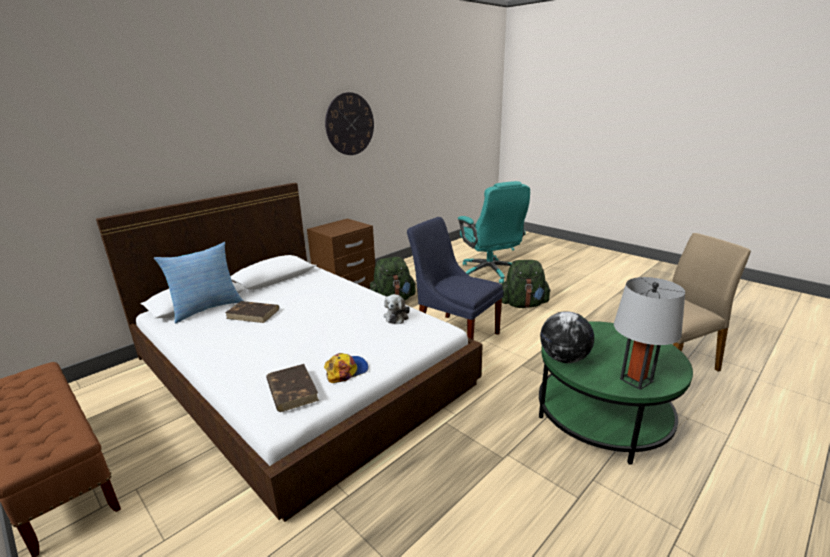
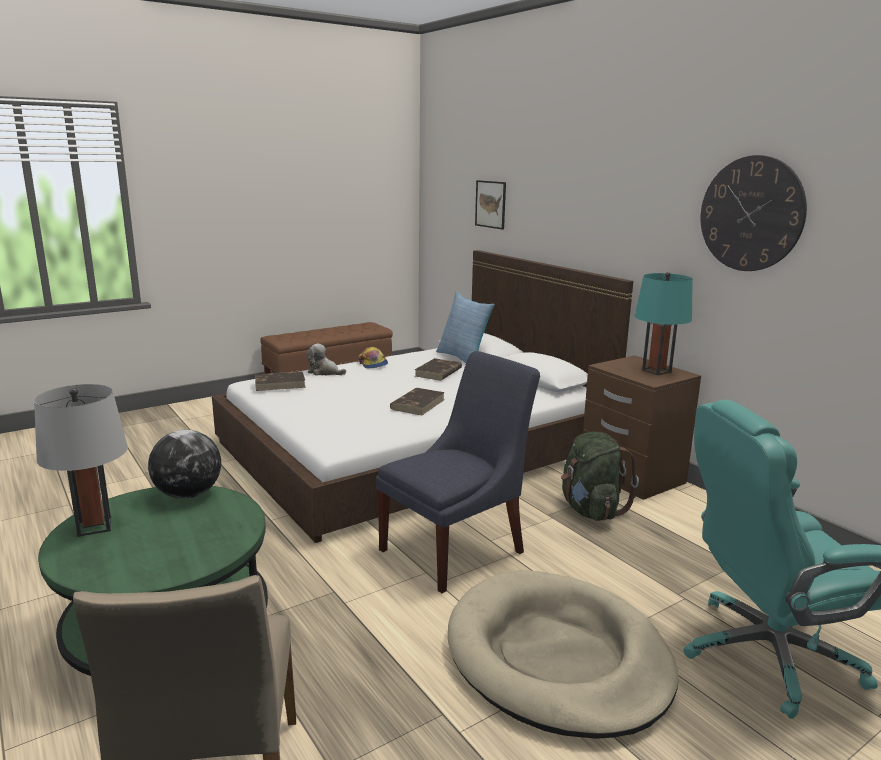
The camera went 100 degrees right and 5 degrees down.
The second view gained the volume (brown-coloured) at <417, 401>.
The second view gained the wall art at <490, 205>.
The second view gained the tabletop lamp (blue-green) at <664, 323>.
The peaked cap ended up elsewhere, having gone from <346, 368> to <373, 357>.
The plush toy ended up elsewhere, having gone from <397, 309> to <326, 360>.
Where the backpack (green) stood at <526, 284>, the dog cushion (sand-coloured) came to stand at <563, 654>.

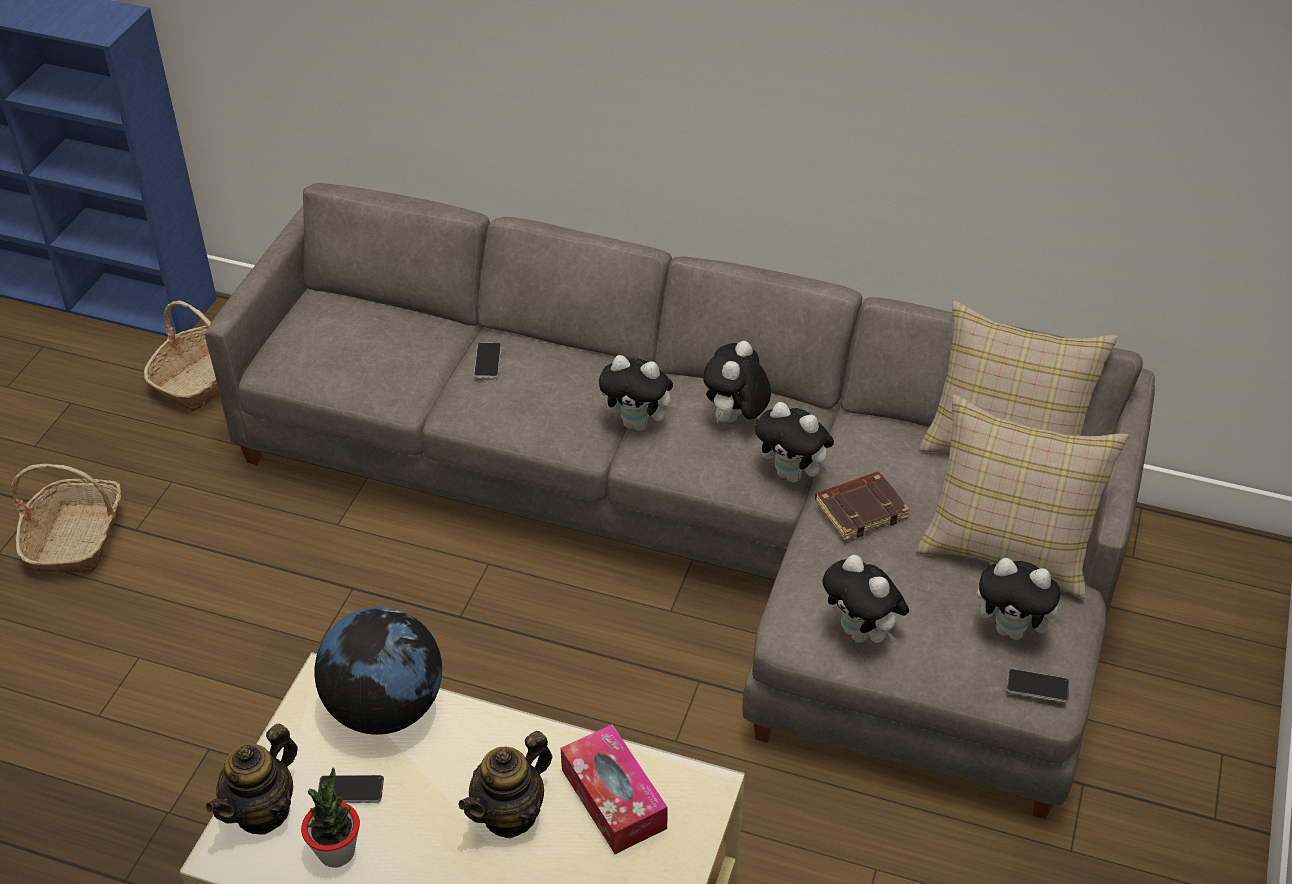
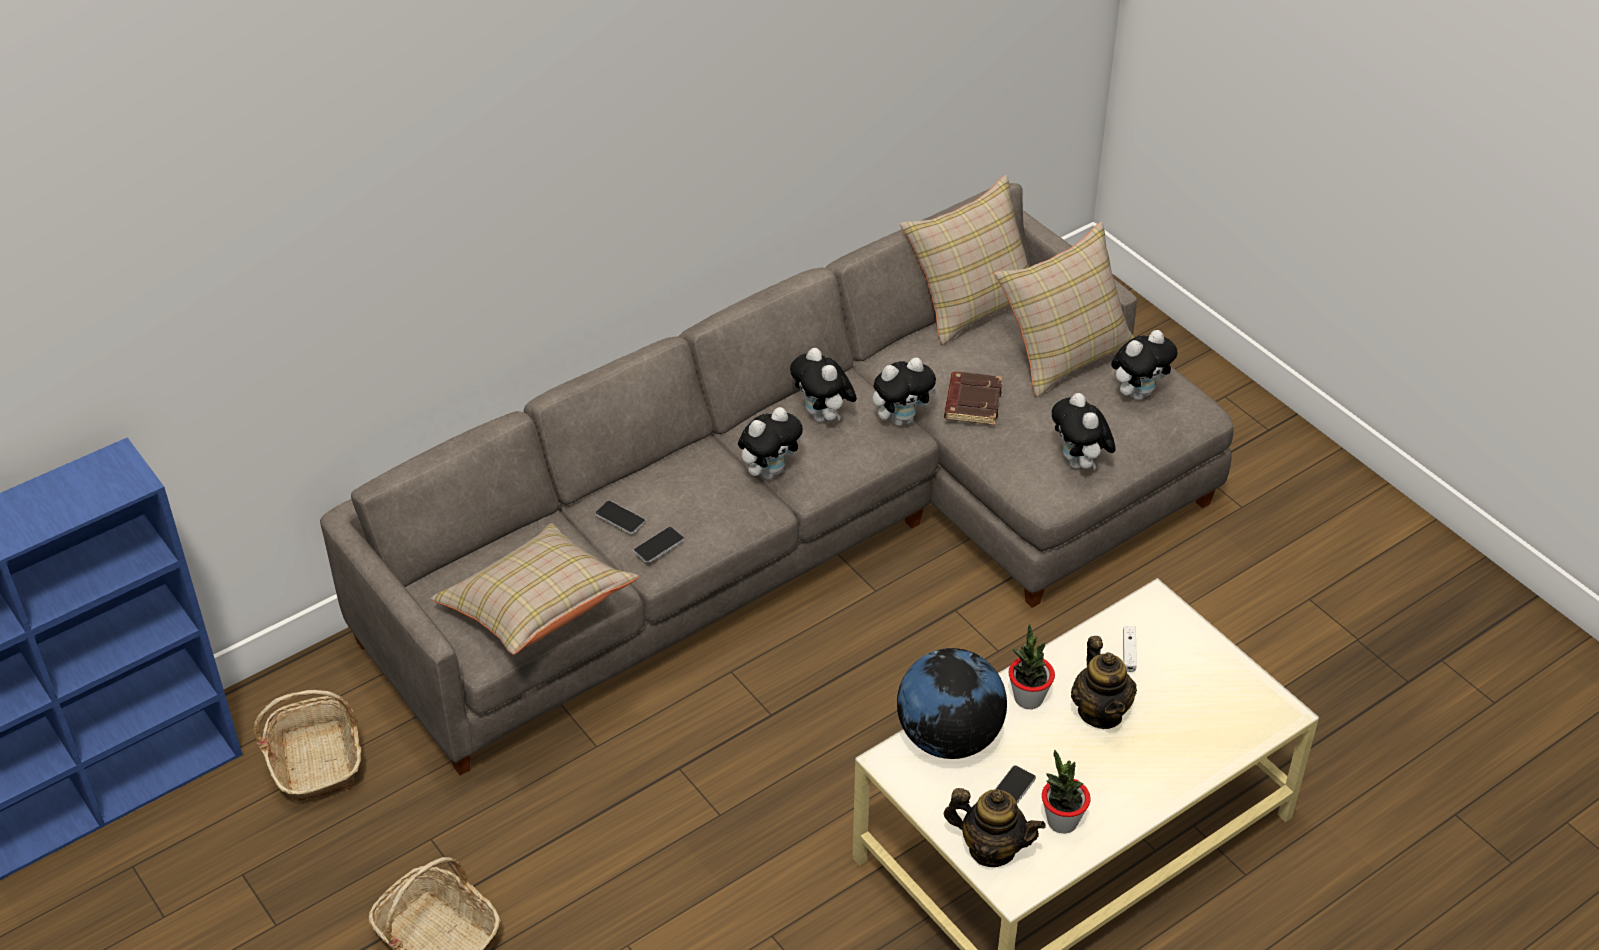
The camera went 55 degrees left and 0 degrees up.
The second view gained the throw pillow (sand-coloured) at <534, 589>.
The second view gained the plant in a pot at <1031, 666>.
The handset ended up elsewhere, having gone from <1038, 685> to <658, 545>.
Where the tissue box stood at <614, 789>, the game controller (white) came to stand at <1130, 649>.
The tea pot at <252, 779> ended up facing another way, 45 degrees counterclockwise from before.
The plush toy at <865, 599> ended up facing another way, 75 degrees clockwise from before.

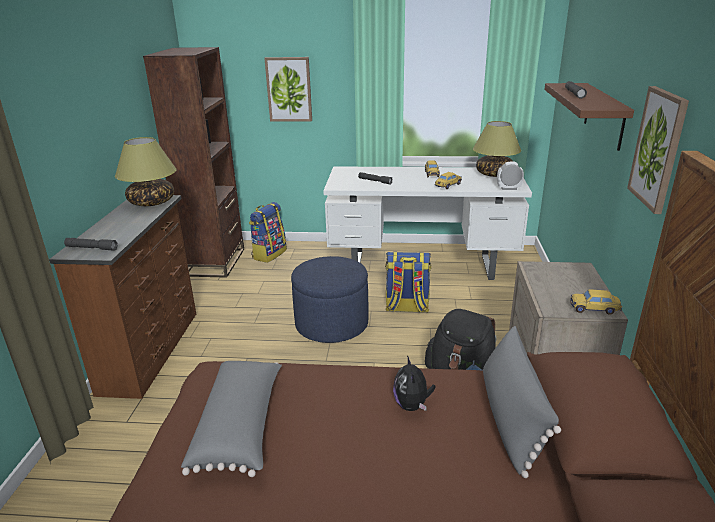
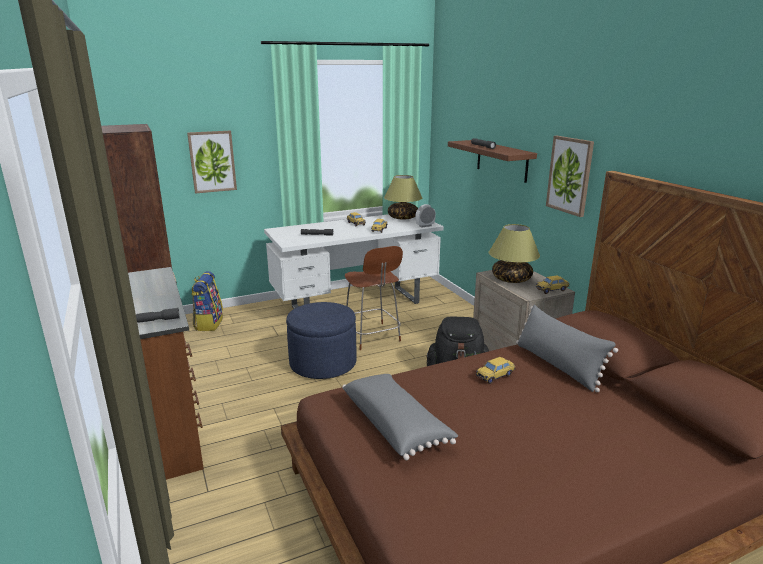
The camera went 30 degrees left and 5 degrees down.
The tabletop lamp ended up elsewhere, having gone from <146, 171> to <514, 253>.
Where the backpack stood at <408, 282>, the plain chair (brown-coloured) came to stand at <374, 298>.
Where the plush toy stood at <414, 383>, the miniature car came to stand at <495, 370>.

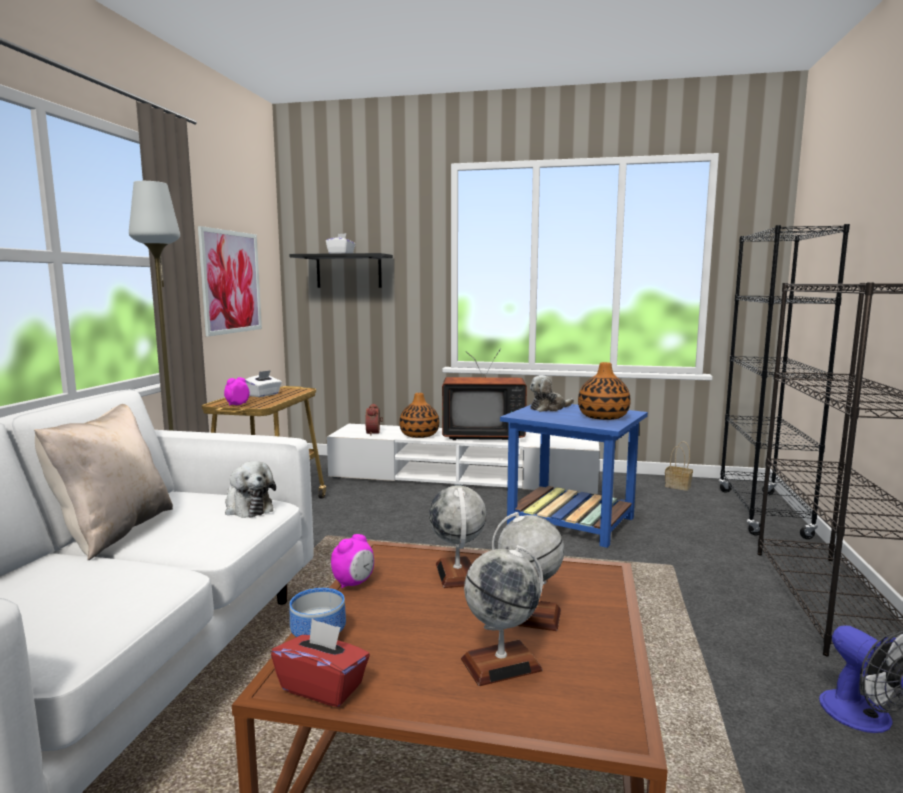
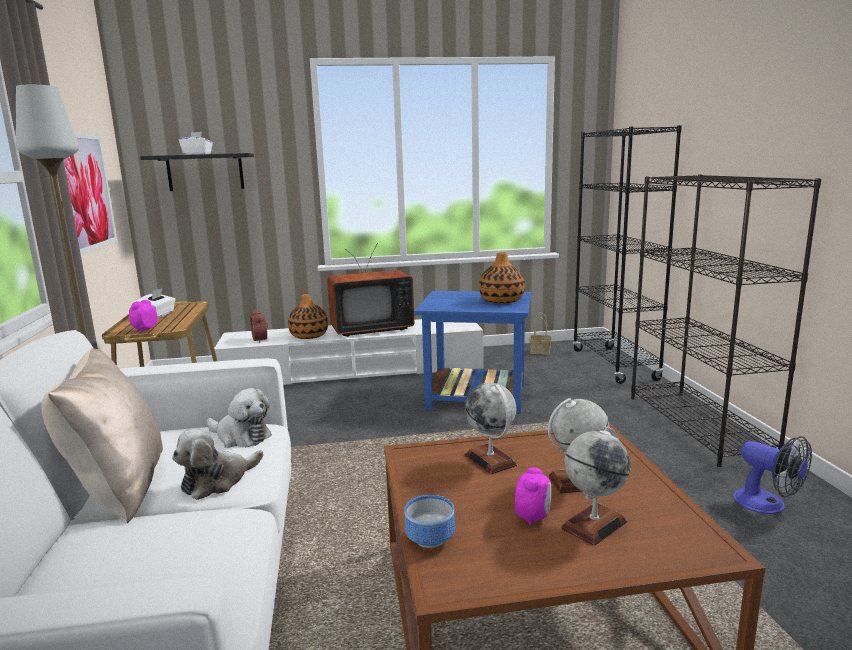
The camera went 20 degrees left and 5 degrees up.
The second view lost the tissue box (red) at <320, 663>.
The table clock ended up elsewhere, having gone from <352, 561> to <533, 496>.
The plush toy ended up elsewhere, having gone from <552, 393> to <217, 464>.

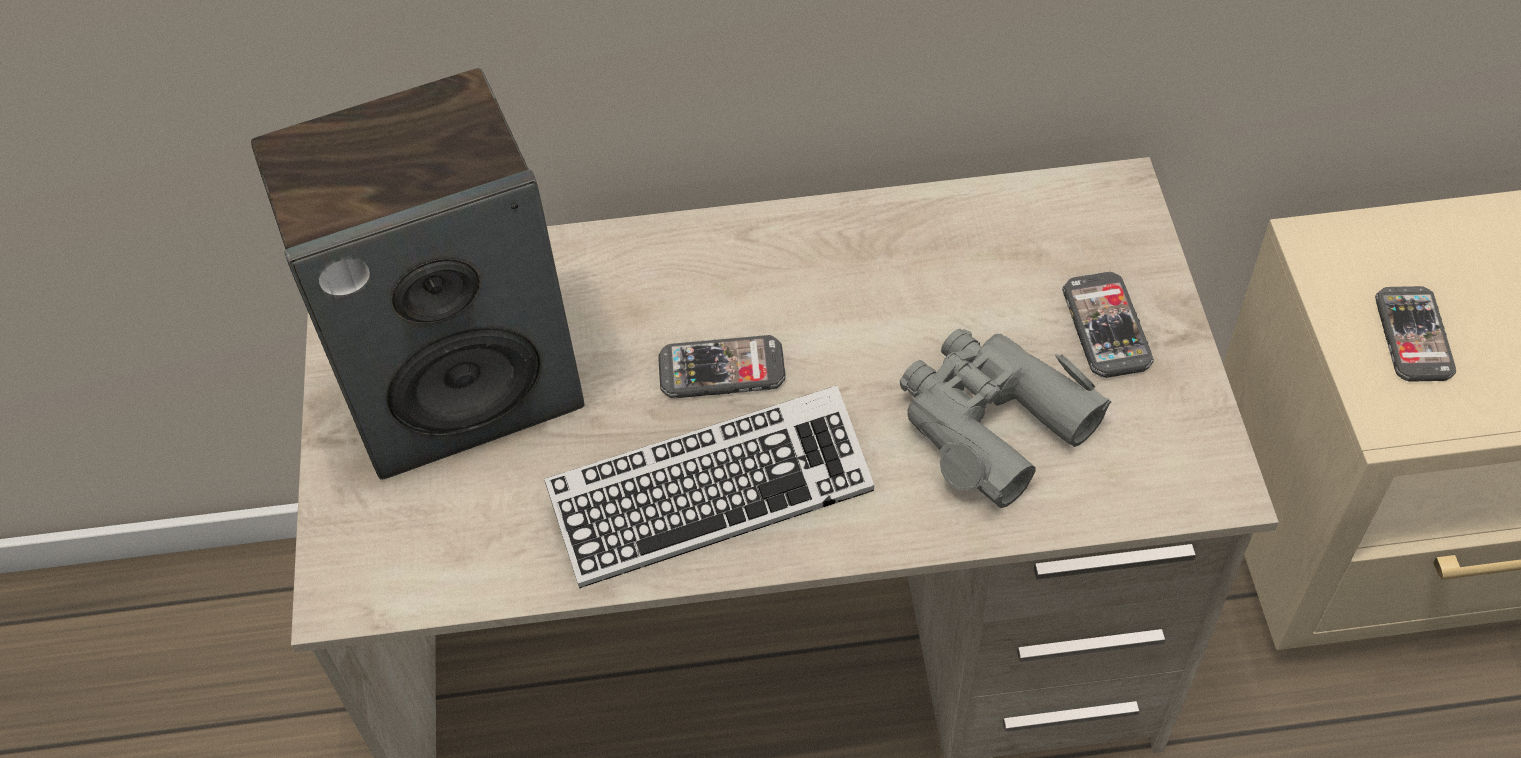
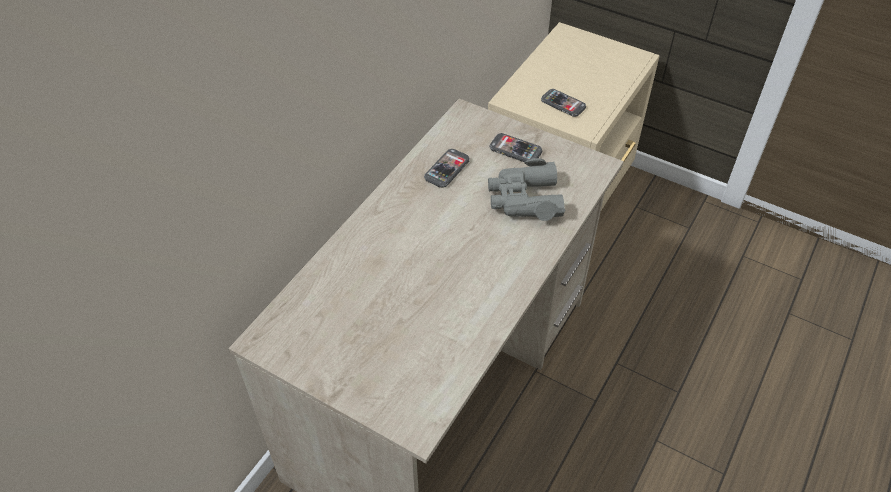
The camera went 55 degrees left and 5 degrees down.
The second view lost the audio speaker at <417, 274>.
The second view lost the keyboard at <709, 486>.
The handset ended up elsewhere, having gone from <722, 366> to <447, 168>.

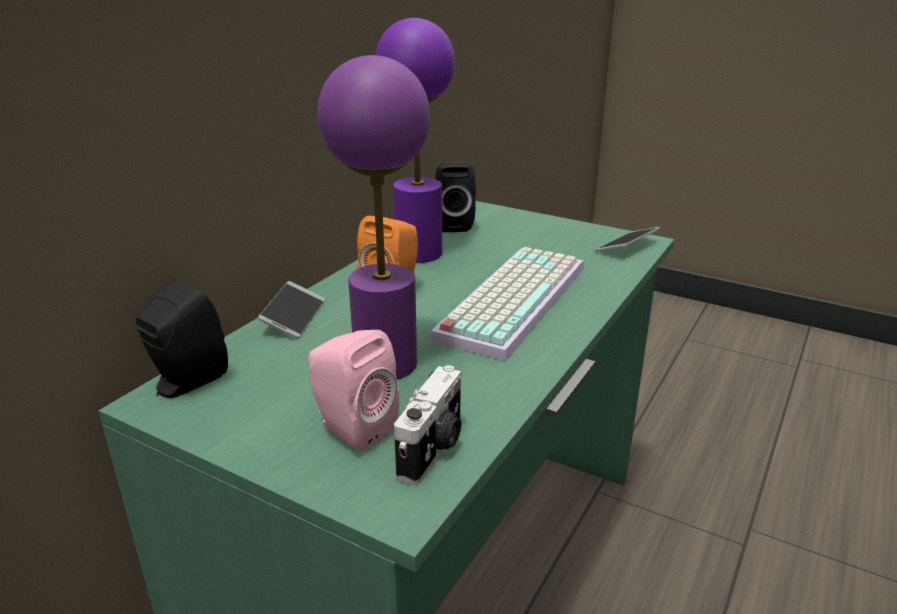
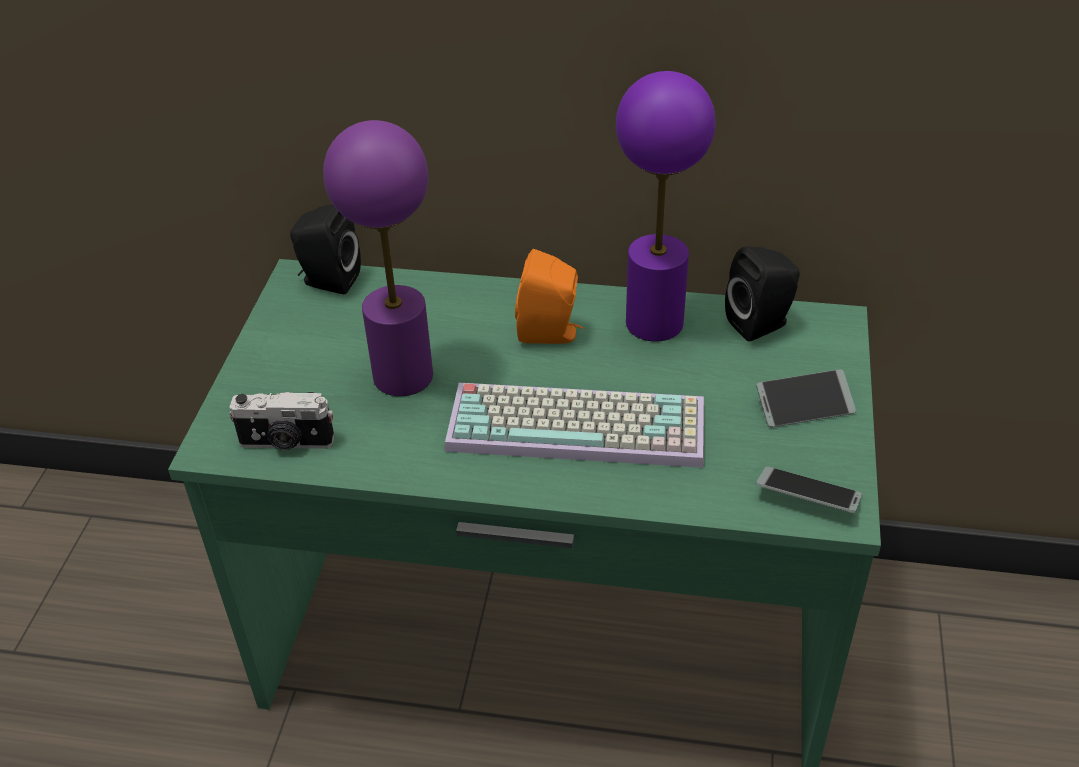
The camera went 70 degrees right and 15 degrees up.
The second view lost the audio speaker (pink-coloured) at <353, 391>.
The handset ended up elsewhere, having gone from <291, 309> to <806, 398>.

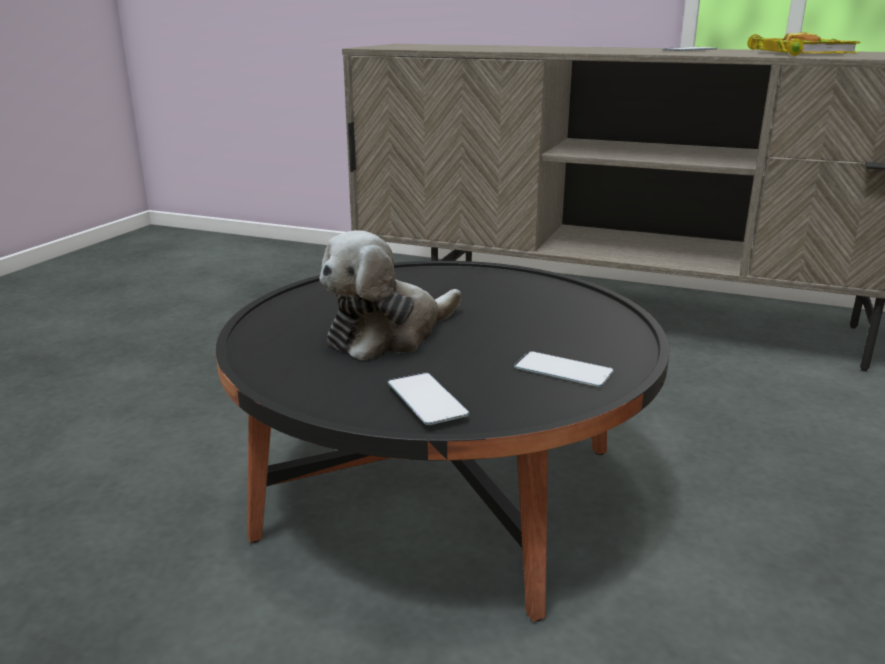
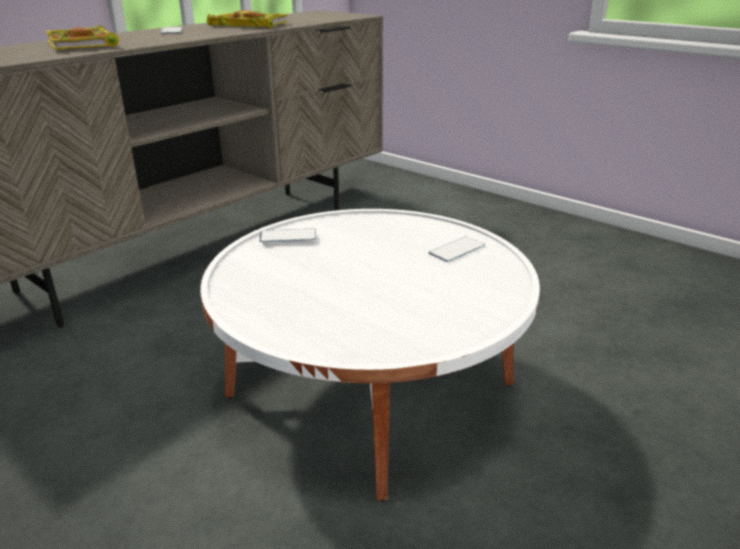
The camera went 70 degrees left and 5 degrees up.
The second view lost the plush toy at <390, 295>.
The second view gained the volume at <82, 37>.
The handset ended up elsewhere, having gone from <428, 398> to <287, 235>.
What was the coffee table (blackish) at <442, 441> turned into the coffee table (white) at <370, 355>.

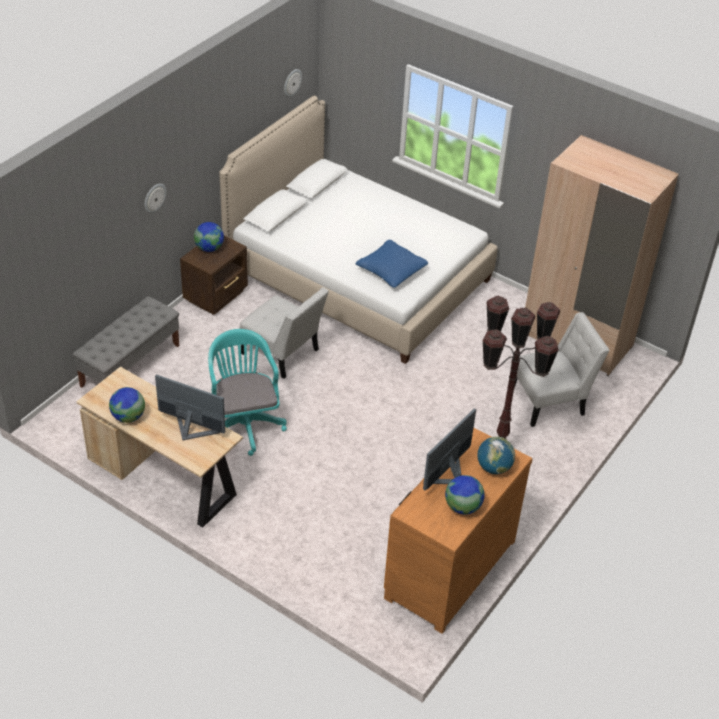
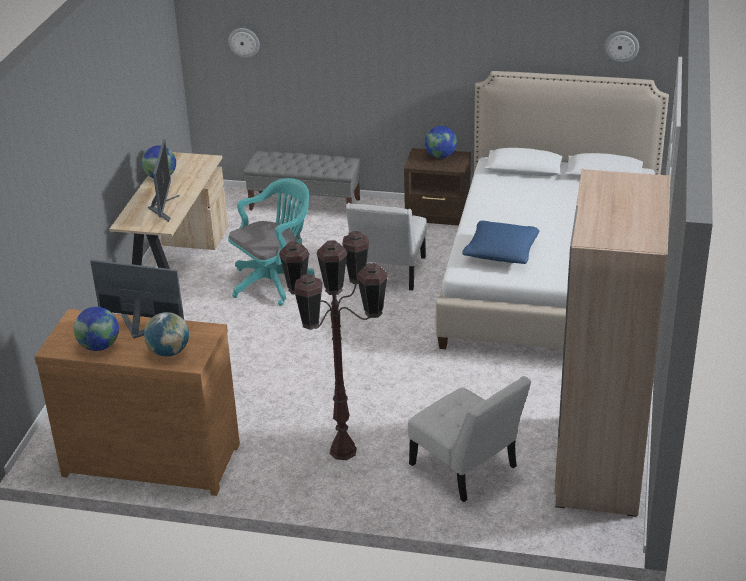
The camera went 70 degrees right and 10 degrees down.
The wall clock ended up elsewhere, having gone from <155, 198> to <244, 43>.

